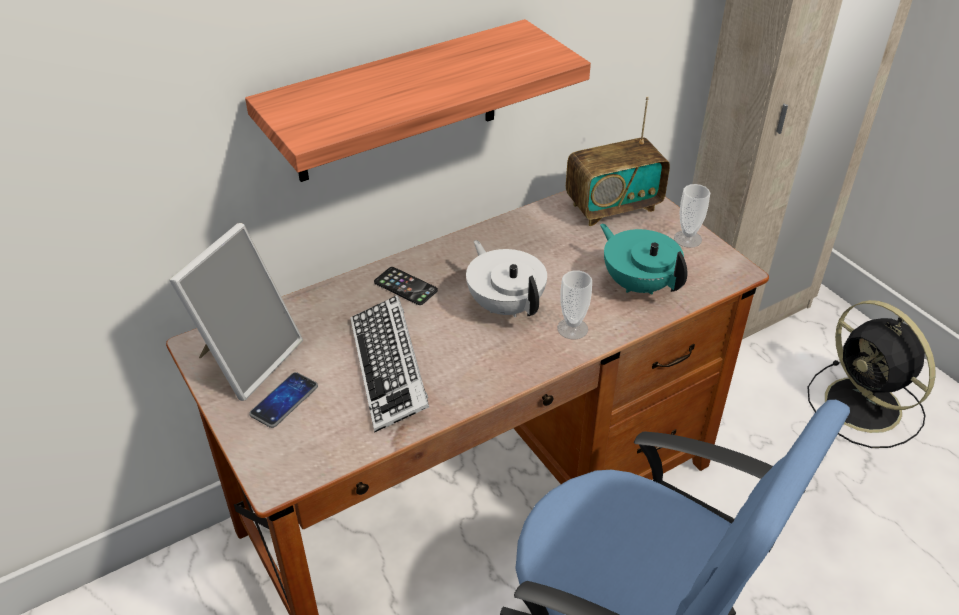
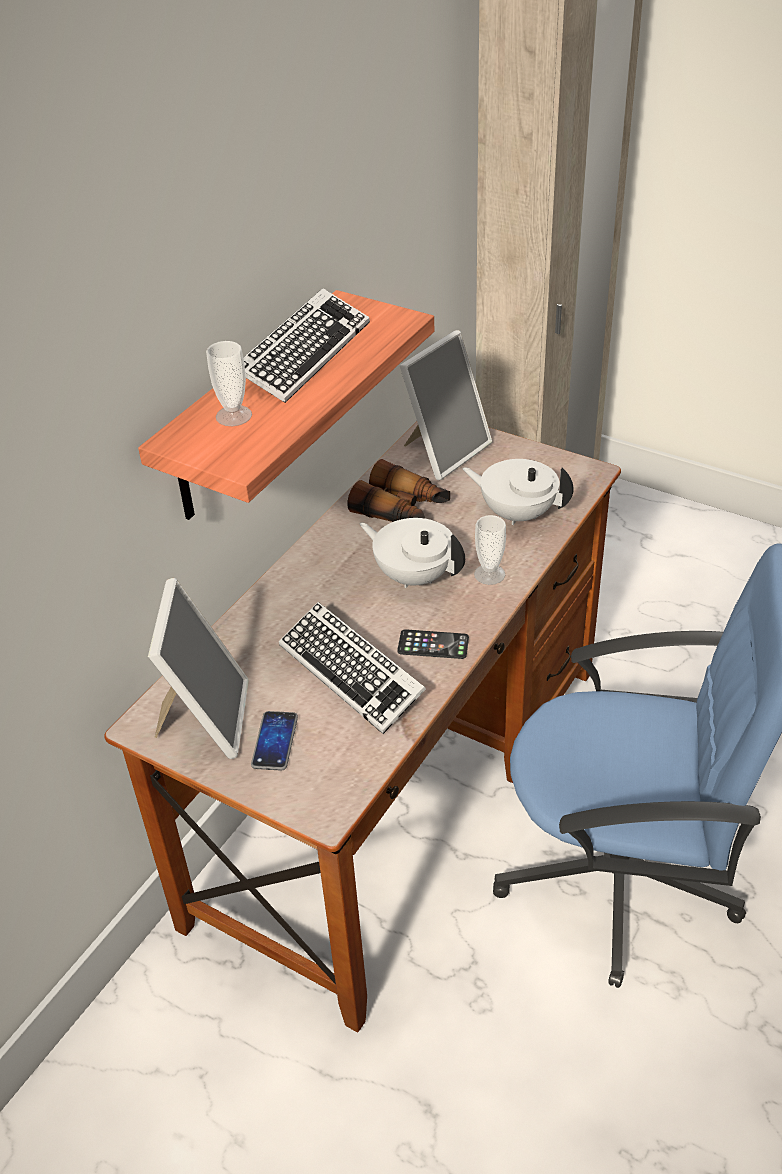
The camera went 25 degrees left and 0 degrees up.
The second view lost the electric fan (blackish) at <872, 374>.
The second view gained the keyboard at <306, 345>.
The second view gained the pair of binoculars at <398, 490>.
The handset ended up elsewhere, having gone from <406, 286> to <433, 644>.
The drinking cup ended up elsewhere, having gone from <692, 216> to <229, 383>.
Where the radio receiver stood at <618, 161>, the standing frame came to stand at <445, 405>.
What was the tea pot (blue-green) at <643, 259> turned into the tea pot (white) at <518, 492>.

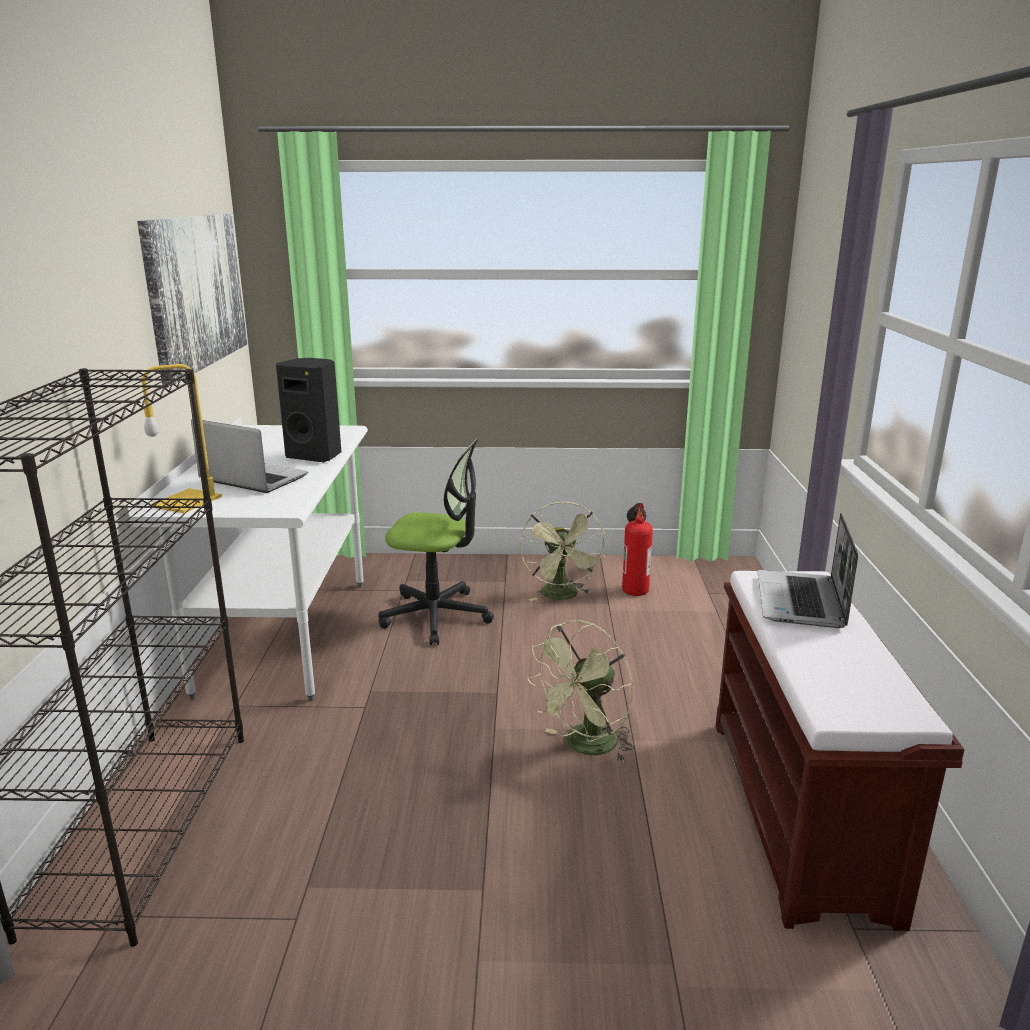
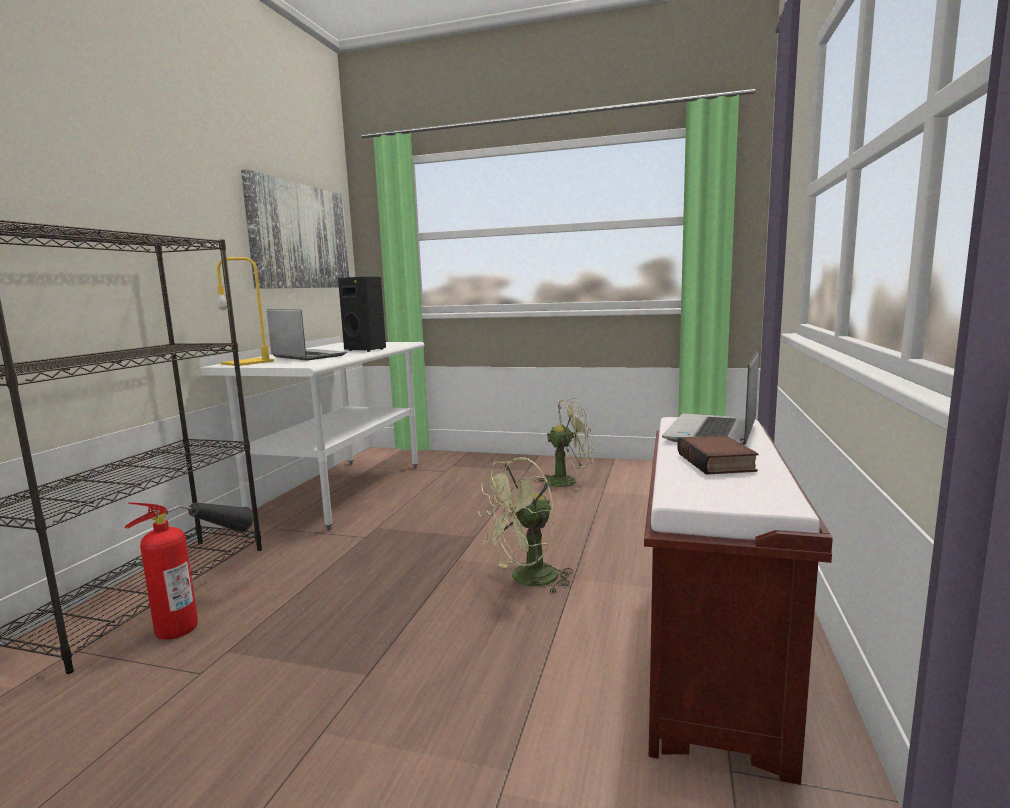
The camera went 15 degrees right and 10 degrees down.
The second view lost the desk chair at <436, 541>.
The second view gained the volume at <718, 455>.
The extinguisher ended up elsewhere, having gone from <637, 549> to <189, 571>.
The electric fan (green) at <562, 551> ended up facing another way, 105 degrees counterclockwise from before.

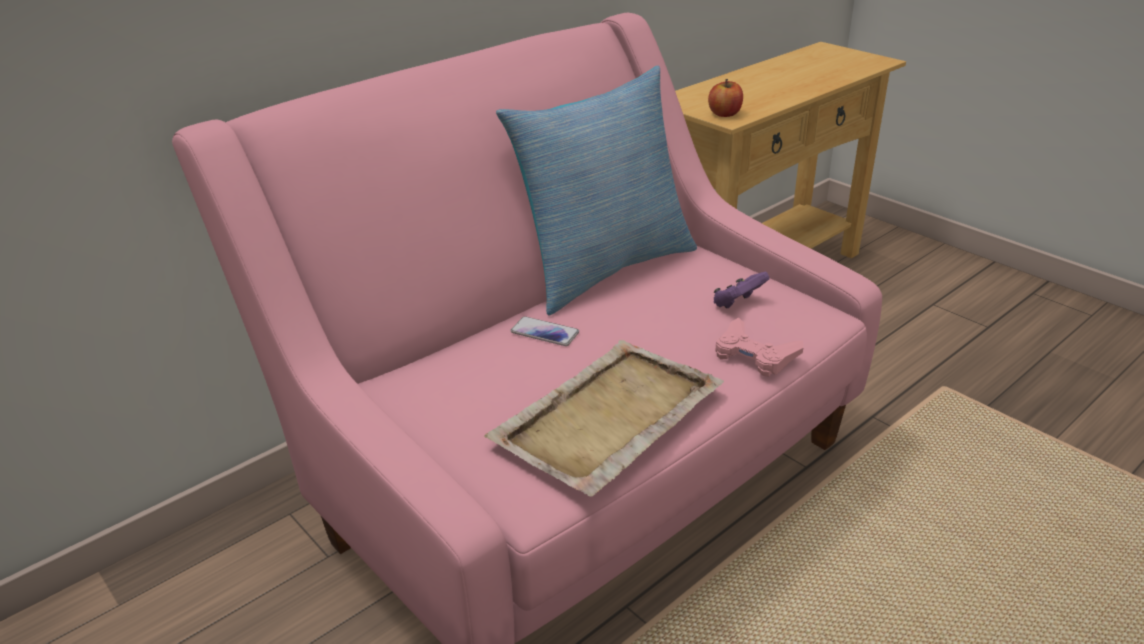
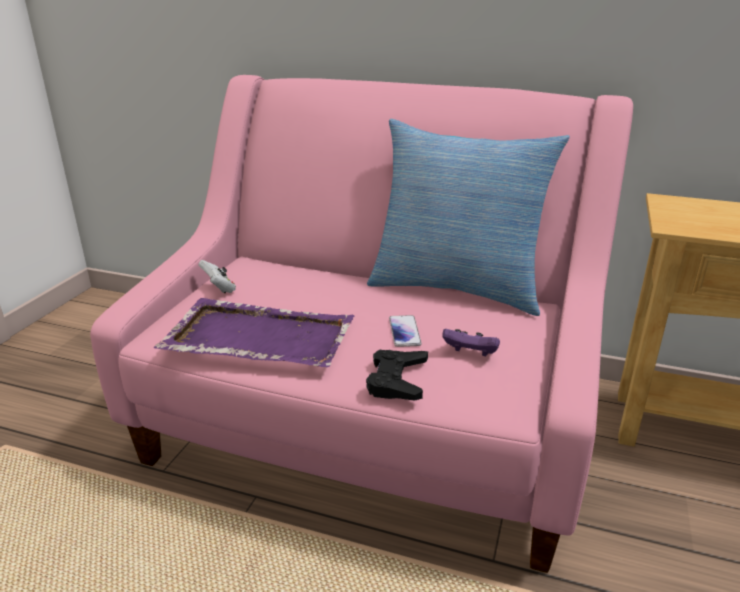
The camera went 60 degrees right and 5 degrees down.
The second view lost the whole apple at <725, 98>.
The second view gained the game controller (white) at <217, 276>.
The handset ended up elsewhere, having gone from <544, 331> to <405, 331>.
What was the serving tray (sand-coloured) at <604, 418> turned into the serving tray (purple-coloured) at <254, 332>.
What was the game controller (pink-coloured) at <759, 347> turned into the game controller (blackish) at <397, 375>.

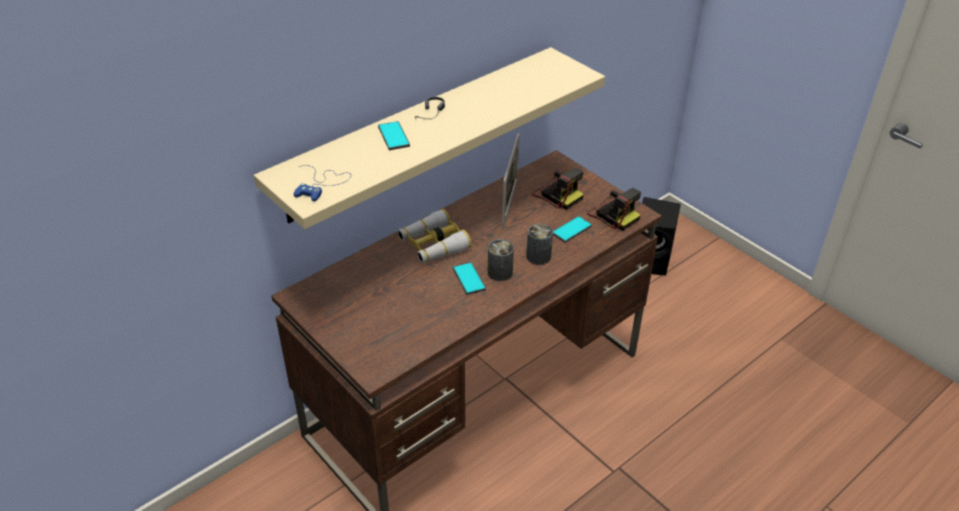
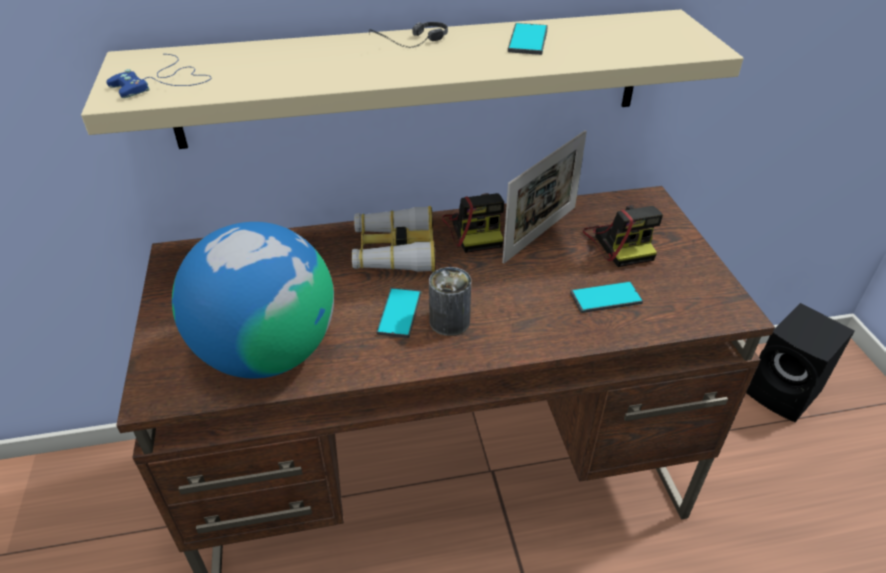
The camera went 30 degrees right and 0 degrees up.
The second view lost the can at <539, 244>.
The second view gained the world globe at <253, 300>.
The handset ended up elsewhere, having gone from <394, 135> to <528, 39>.
The photo camera ended up elsewhere, having gone from <614, 209> to <473, 223>.

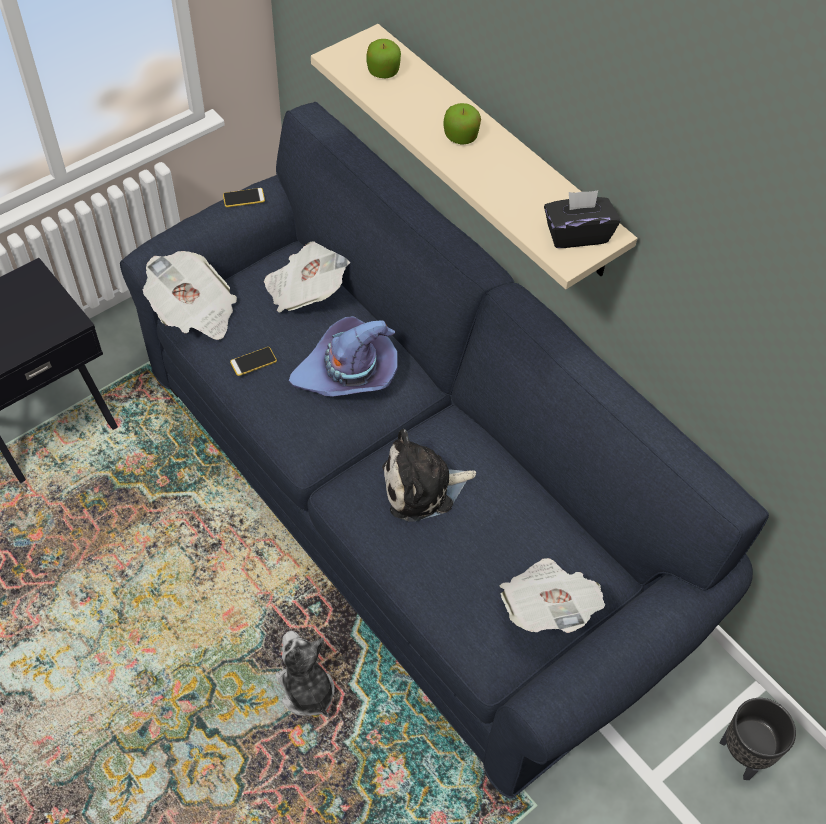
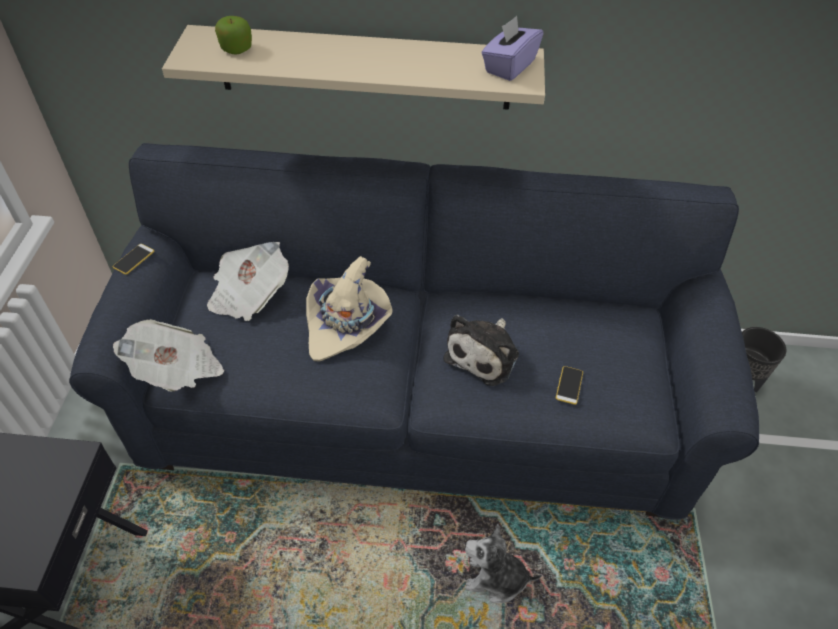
The camera went 45 degrees left and 5 degrees down.
The second view lost the whole apple at <462, 124>.
The second view lost the daily paper at <552, 595>.
The handset ended up elsewhere, having gone from <253, 361> to <569, 385>.
What was the clothing hat (purple-coloured) at <343, 356> turned into the clothing hat (sand-coloured) at <349, 308>.
What was the tissue box (blackish) at <582, 219> turned into the tissue box (purple-coloured) at <512, 48>.

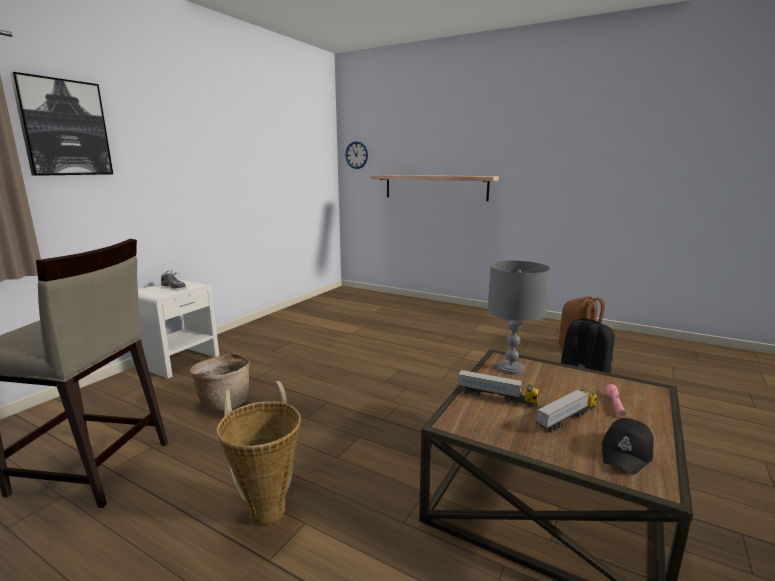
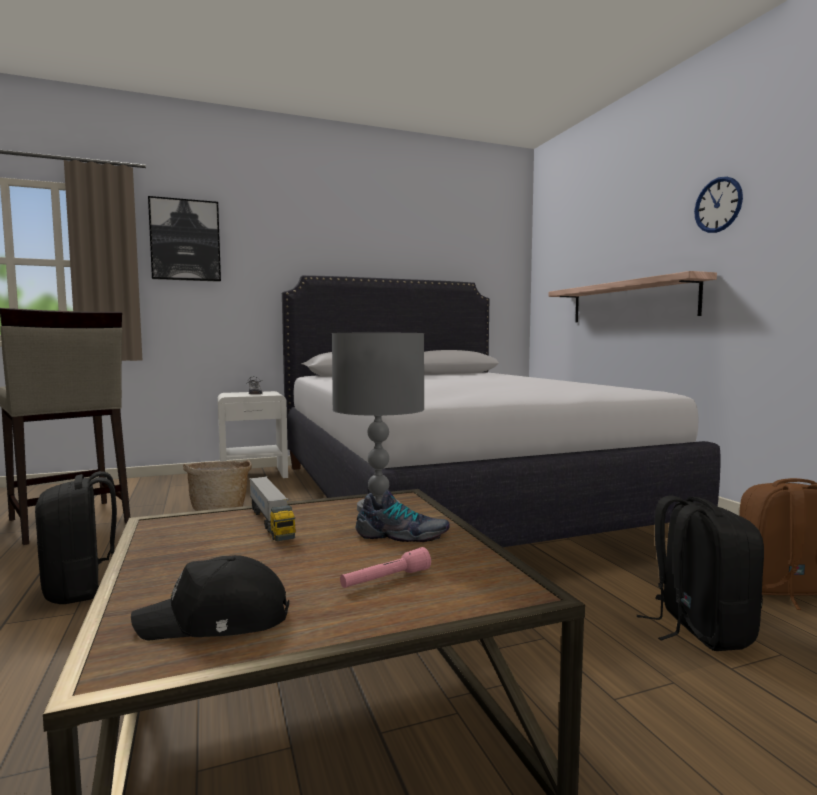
The camera went 40 degrees right and 10 degrees down.
The second view lost the model truck at <567, 411>.
The second view gained the bed (white) at <501, 411>.
The second view gained the item of footwear at <403, 516>.
The wall clock ended up elsewhere, having gone from <356, 155> to <718, 204>.
Where the storage basket stood at <259, 453>, the backpack (blackish) came to stand at <76, 537>.

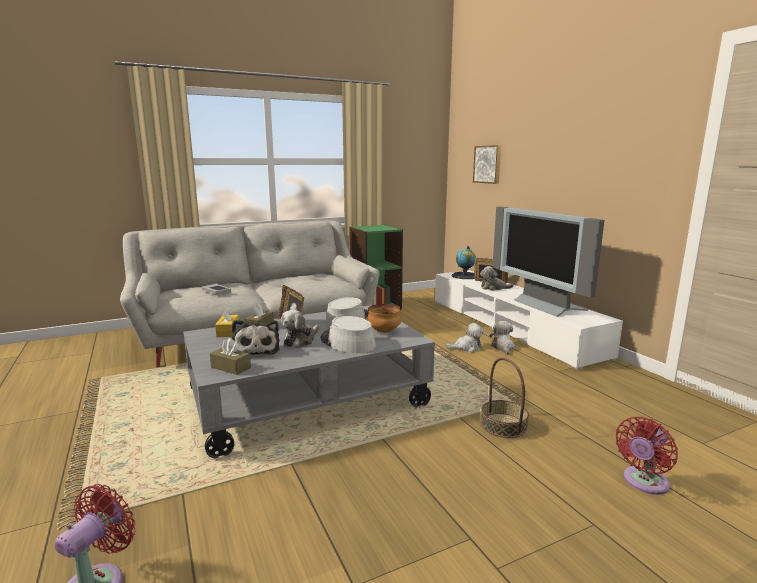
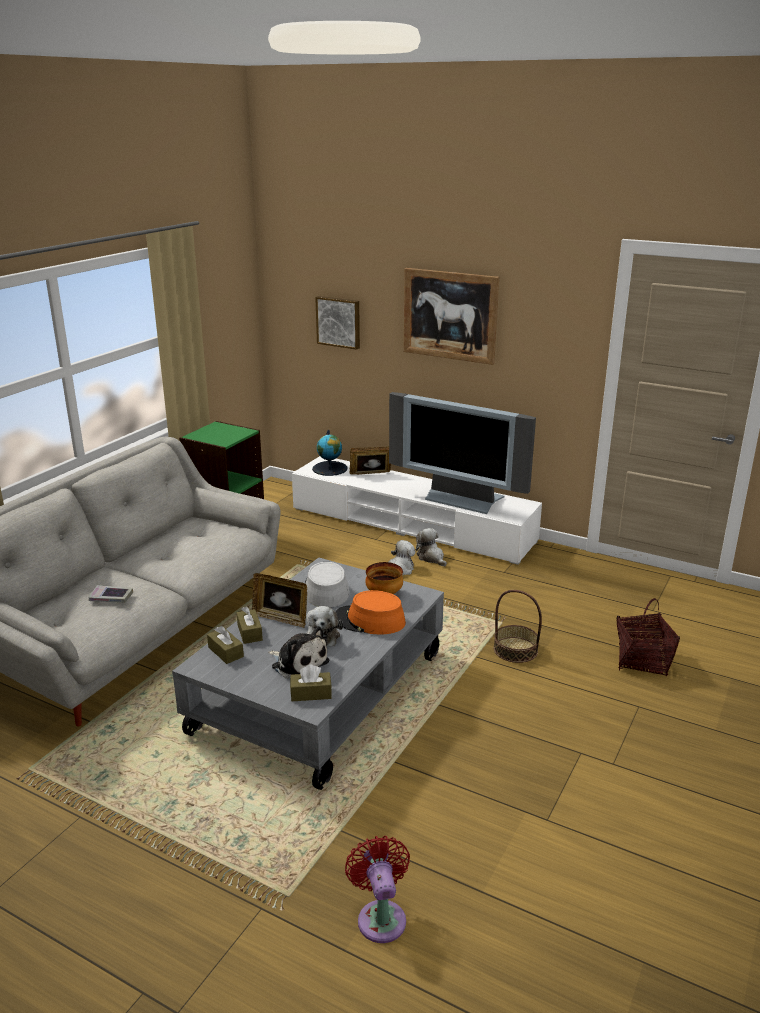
The camera went 35 degrees left and 10 degrees up.
The second view lost the plush toy at <497, 278>.
The second view gained the wall art at <451, 316>.
Where the electric fan (red) stood at <647, 456>, the storage basket came to stand at <648, 637>.
What was the tissue box (yellow) at <227, 322> turned into the tissue box (brown-coloured) at <225, 645>.
What was the clothing hat (greyish) at <348, 334> turned into the clothing hat (orangey) at <371, 612>.

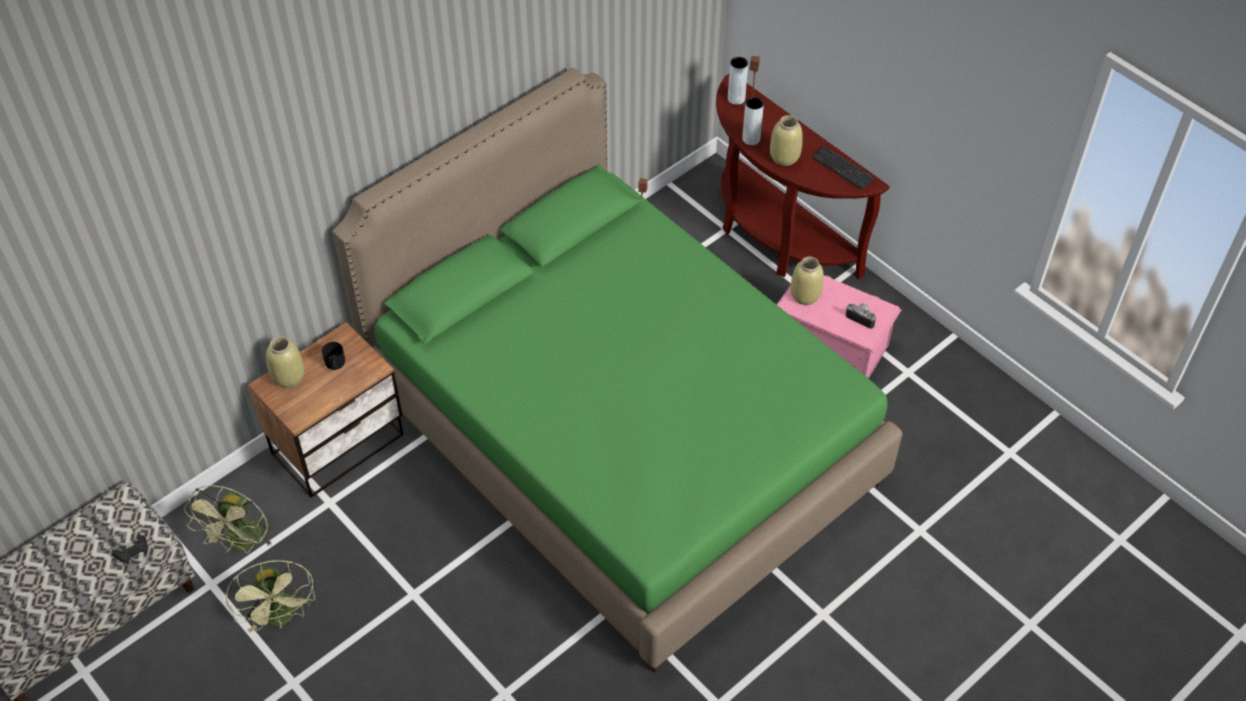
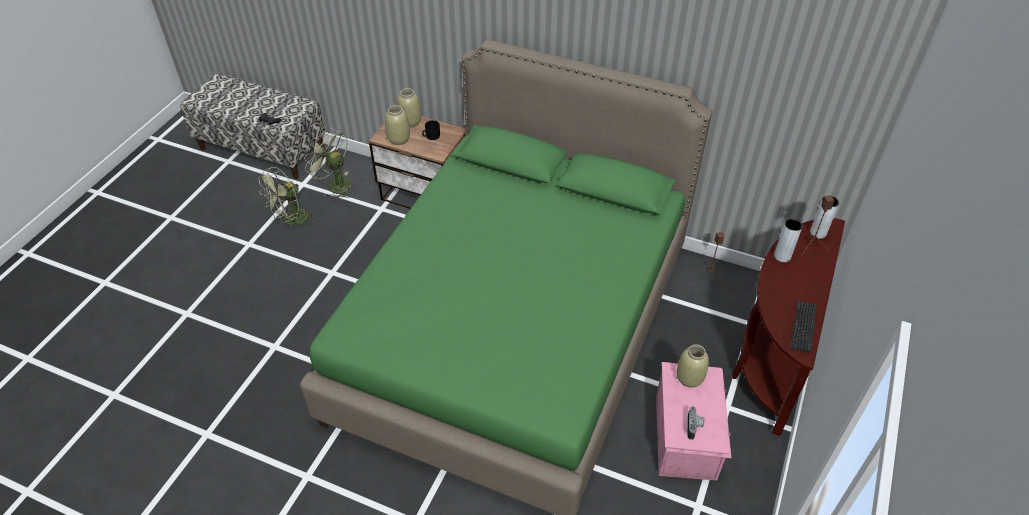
The camera went 65 degrees right and 5 degrees down.
The vase (sand-coloured) ended up elsewhere, having gone from <786, 140> to <397, 125>.
The electric fan (green) at <229, 519> ended up facing another way, 45 degrees clockwise from before.

